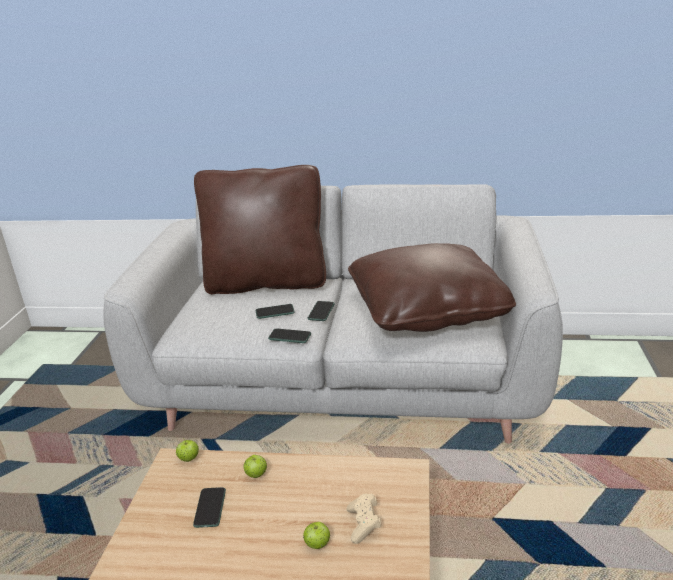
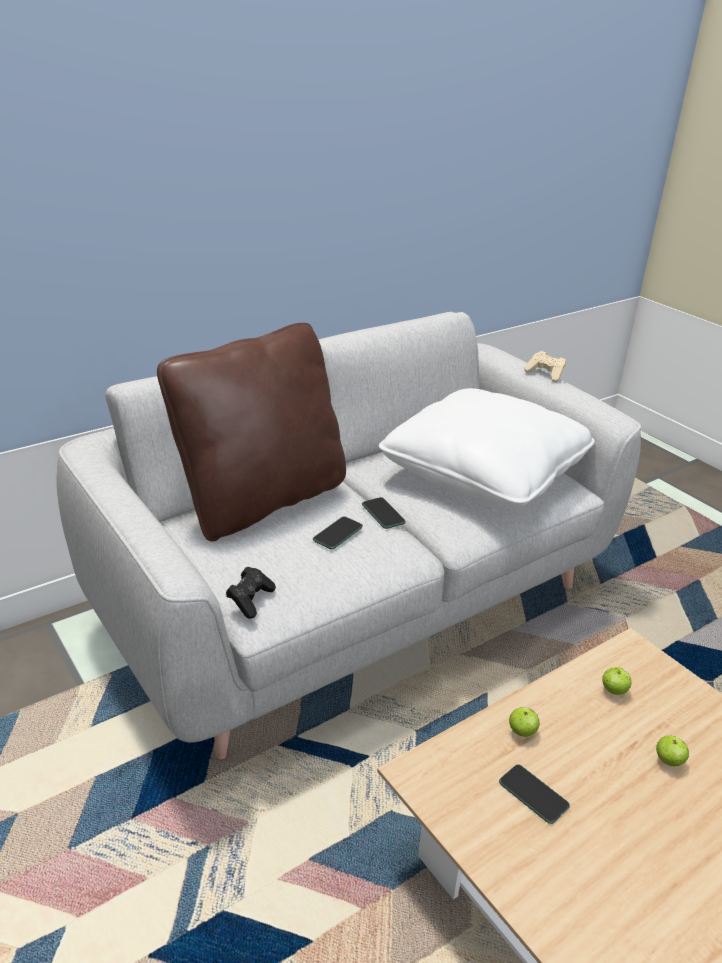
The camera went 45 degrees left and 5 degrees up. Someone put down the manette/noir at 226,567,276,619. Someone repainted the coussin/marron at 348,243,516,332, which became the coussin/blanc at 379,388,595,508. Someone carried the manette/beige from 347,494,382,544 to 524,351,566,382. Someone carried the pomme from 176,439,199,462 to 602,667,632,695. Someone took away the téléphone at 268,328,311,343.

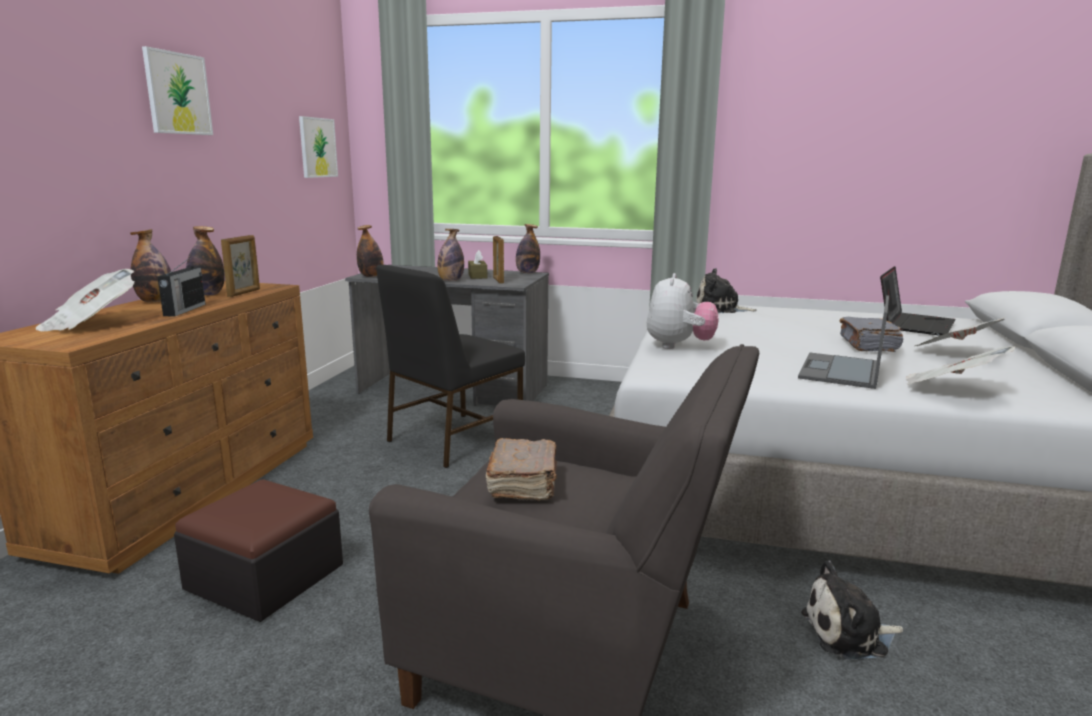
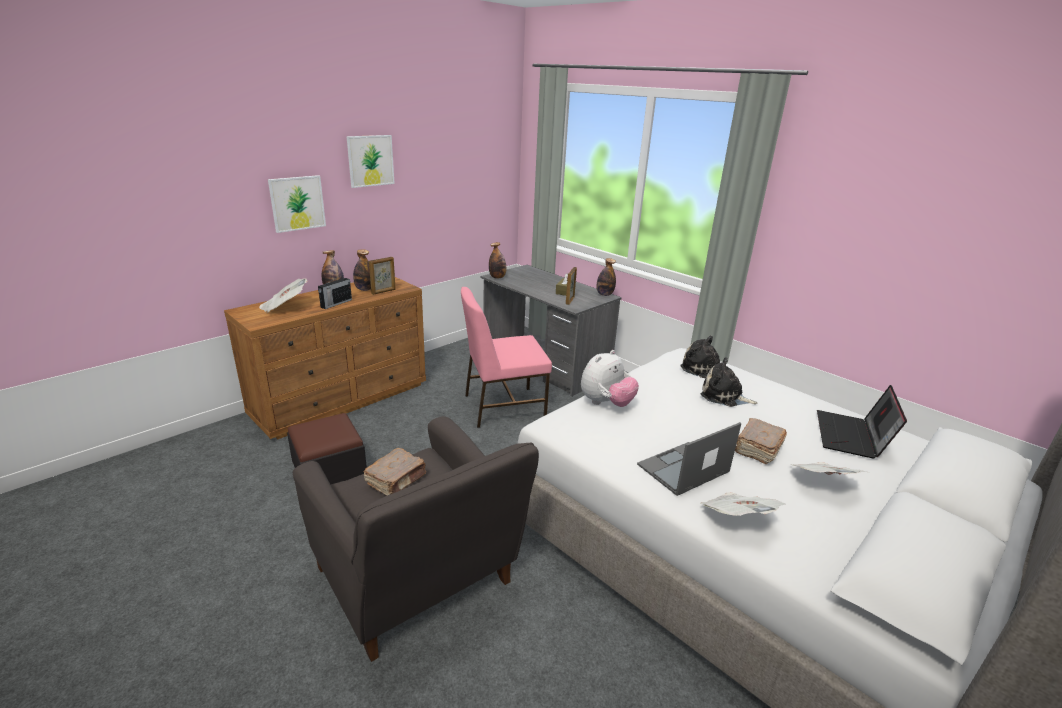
The camera went 30 degrees right and 10 degrees up. Someone carried the tableau from 299,116,338,178 to 268,175,326,233. Someone repainted the chaise/noir at 376,265,525,468, which became the chaise/rose at 461,287,552,428. Someone carried the peluche from 801,561,903,659 to 701,357,758,407. Someone repainted the livre/gris at 840,317,904,352, which became the livre/marron at 735,418,787,464. Someone rotated the ordinateur portable at 880,266,955,336 by 135 degrees clockwise. Someone took away the bouteille at 437,229,464,281.

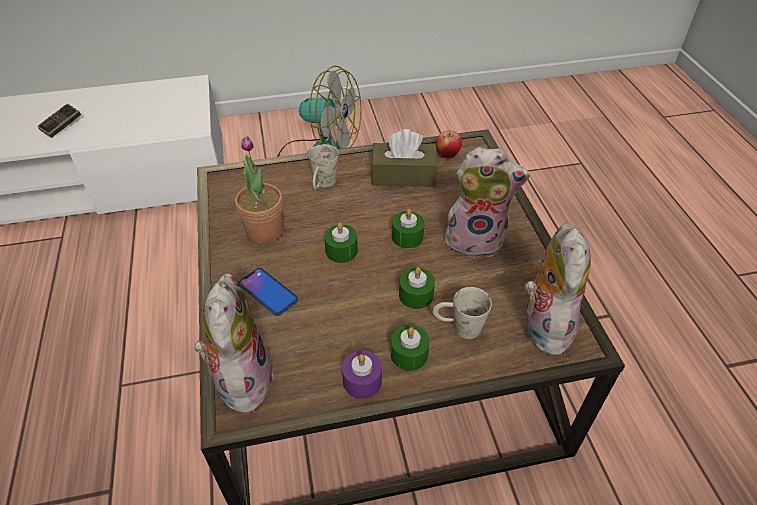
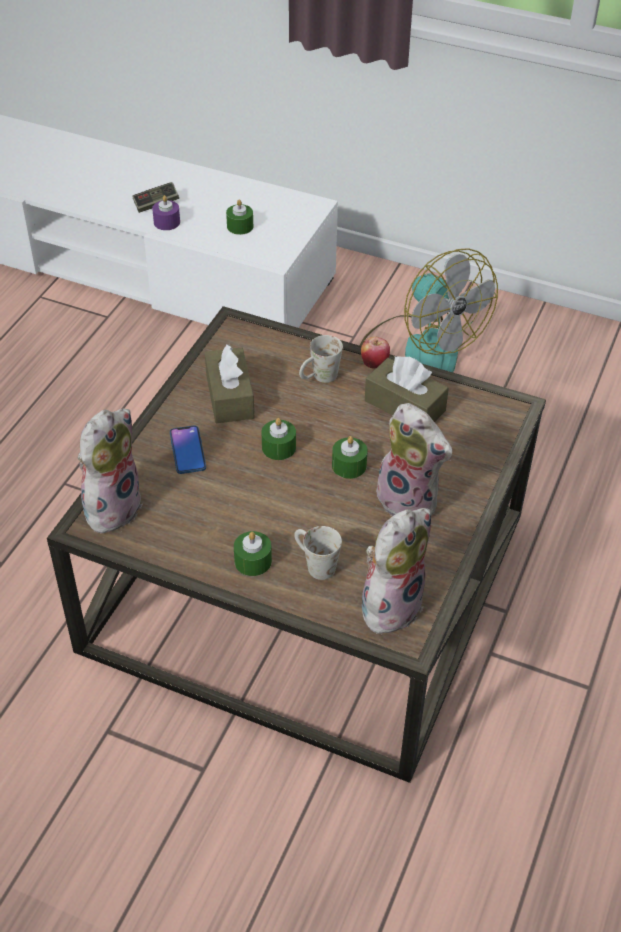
The camera went 35 degrees right and 0 degrees up. Someone carried the bougie/violet from 342,351,382,399 to 152,195,180,230. Someone swapped the plante en pot at 235,136,283,244 for the boîte à mouchoirs/marron at 205,344,254,423. Someone carried the bougie/vert from 399,267,435,309 to 226,200,253,235. Someone carried the pomme from 436,131,462,158 to 361,337,390,369.

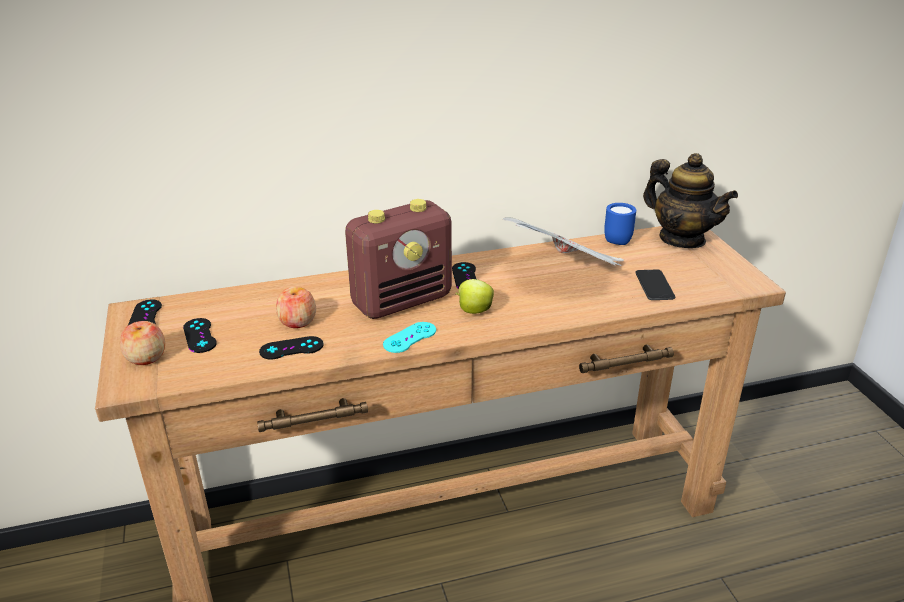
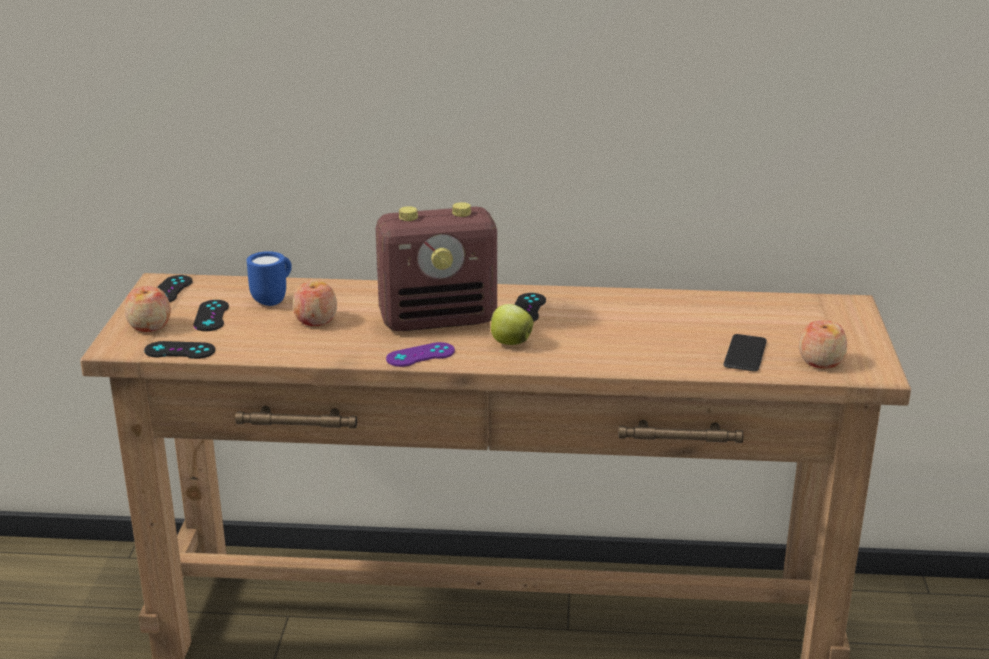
The camera went 20 degrees right and 5 degrees down. Someone carried the manette/noir from 259,336,323,360 to 144,341,215,359. Someone carried the mug/bleu from 604,203,636,245 to 247,251,292,306. Someone repainted the manette/turquoise at 383,322,436,353, which became the manette/violet at 386,342,455,367. Someone put down the pomme at 799,320,847,369. Someone took away the journal at 503,217,624,266. Someone took away the théière at 643,153,738,248.

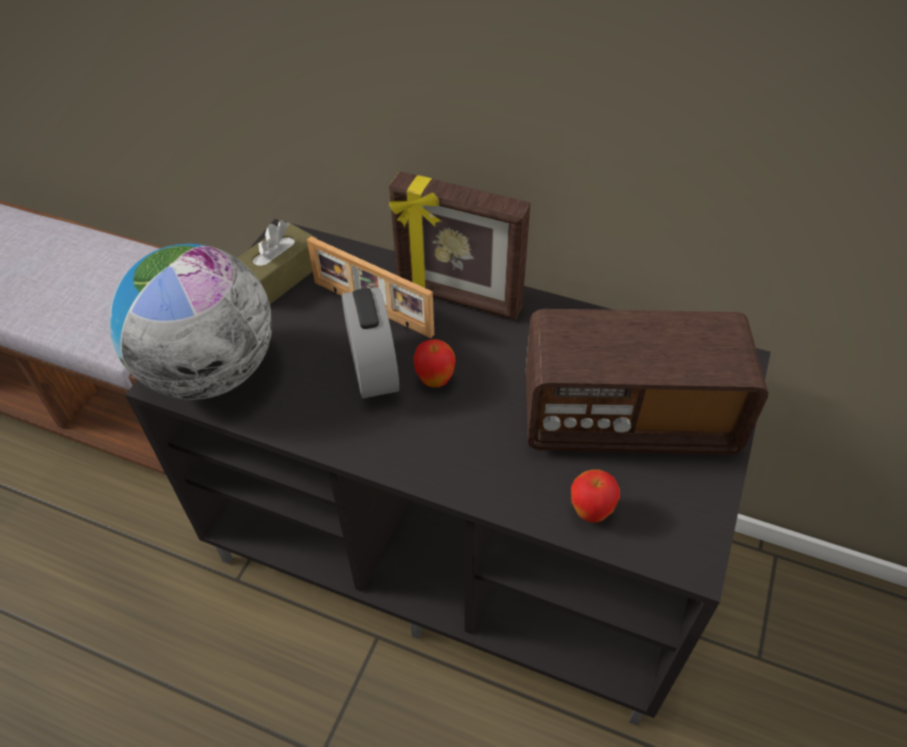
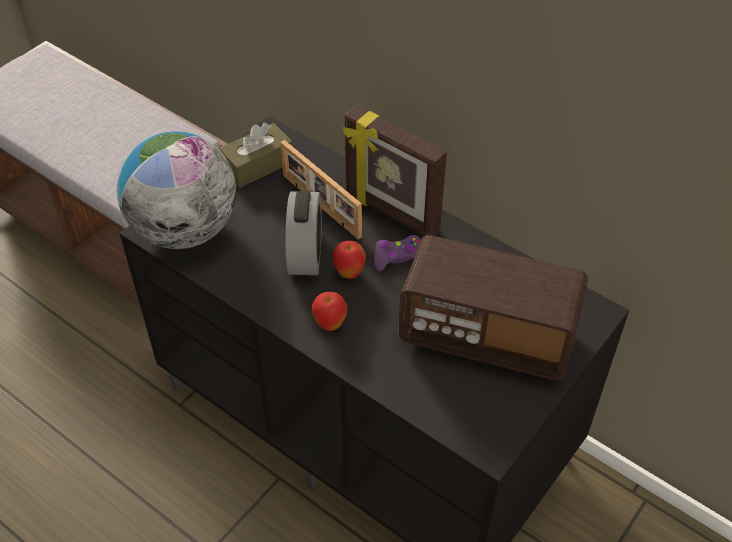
The camera went 15 degrees right and 0 degrees up. Someone carried the pomme from 571,470,620,523 to 312,292,347,331. Someone put down the manette/violet at 374,235,421,271.

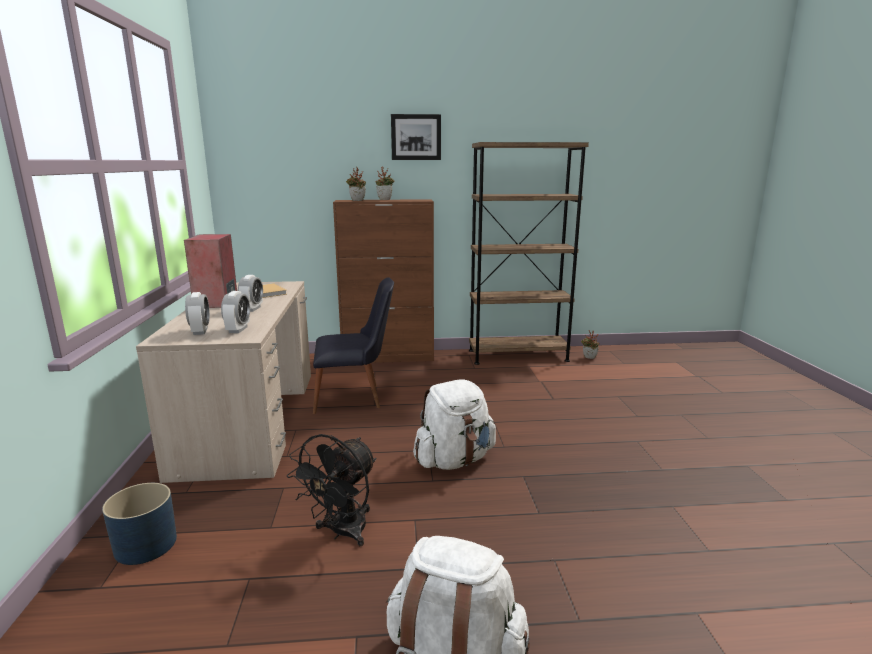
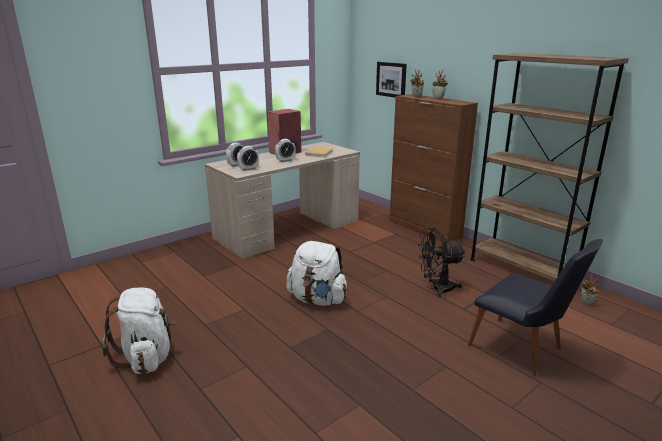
The camera went 55 degrees right and 5 degrees up. Someone carried the tableau from 391,114,441,160 to 376,62,407,98. Someone carried the ventilateur/noir from 287,434,376,546 to 418,228,465,297. Someone carried the chaise/noir from 313,277,394,414 to 468,239,603,377. Someone took away the cache-pot/bleu at 102,483,177,565.

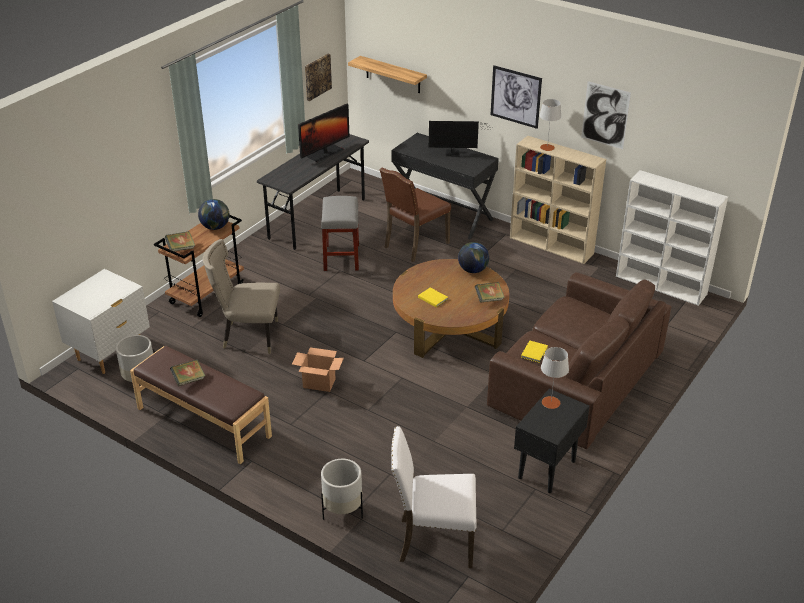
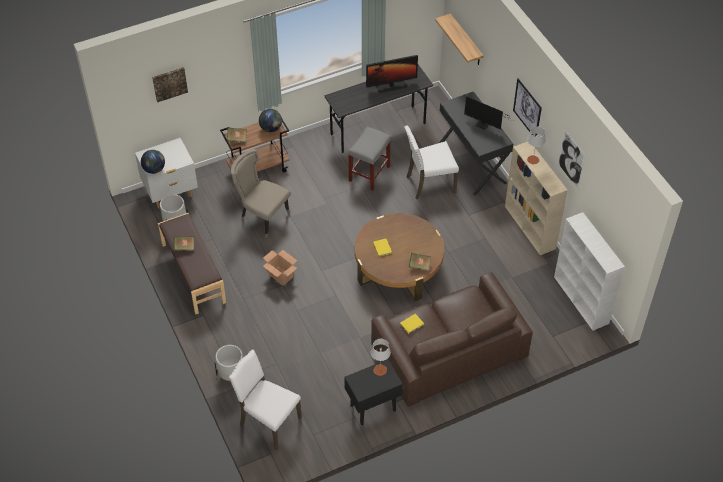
The camera went 30 degrees right and 15 degrees up. Someone carried the globe from 458,242,489,273 to 141,150,165,174. Someone carried the tableau from 305,54,332,101 to 152,67,188,102. Someone repainted the chaise/marron at 380,167,451,262, which became the chaise/blanc at 404,126,459,199.

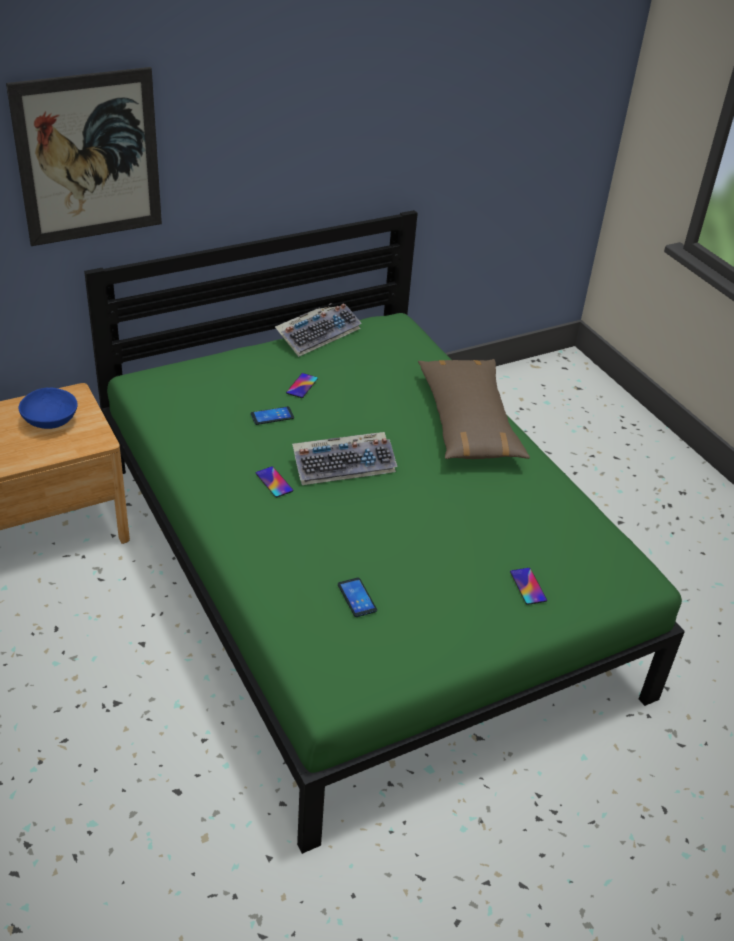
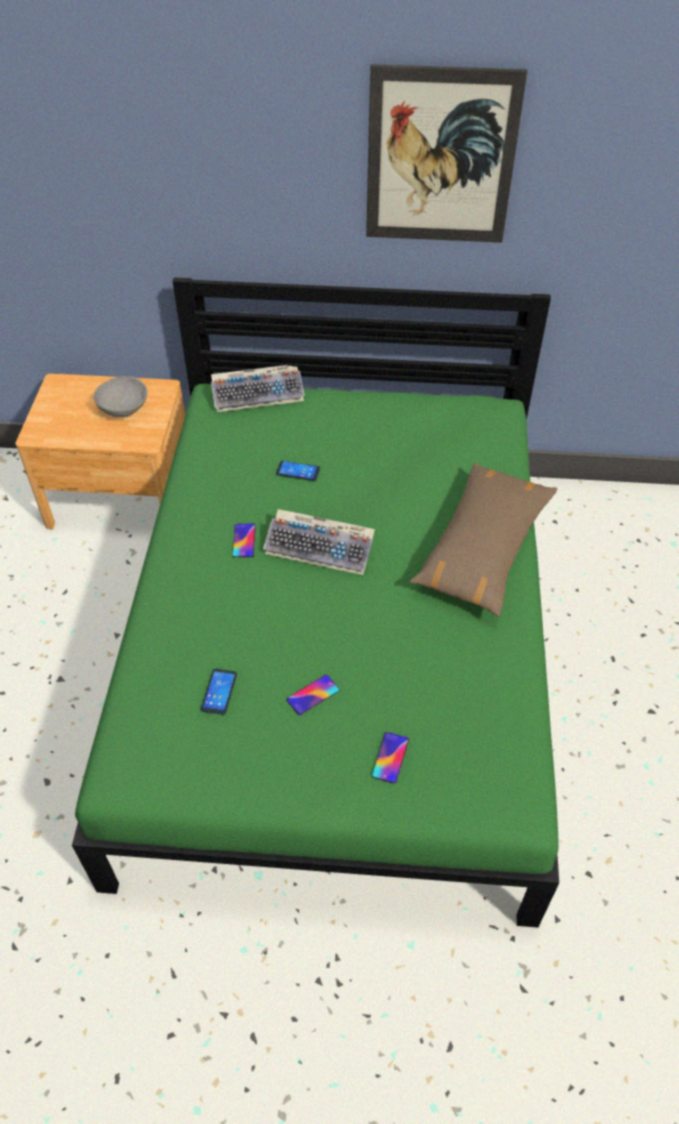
The camera went 35 degrees right and 10 degrees up. Someone repainted the bol/bleu at 19,388,78,429, which became the bol/gris at 94,376,148,417. Someone carried the clavier from 275,303,362,357 to 211,365,305,412. Someone carried the téléphone from 286,373,318,398 to 286,674,340,715. Someone carried the tableau from 6,67,162,246 to 366,64,528,243.

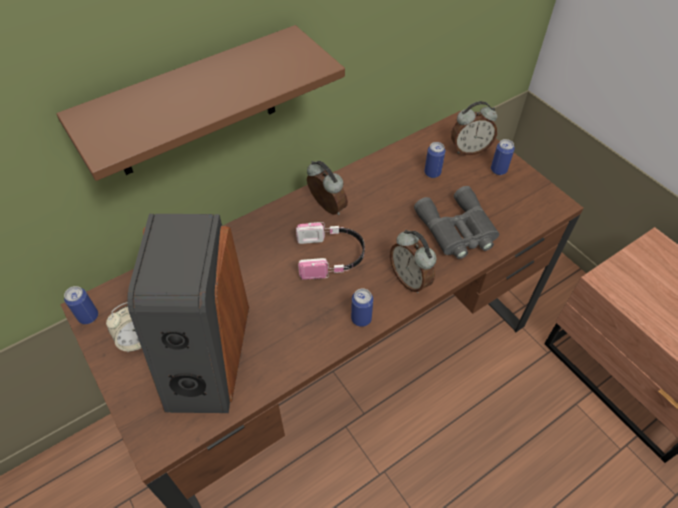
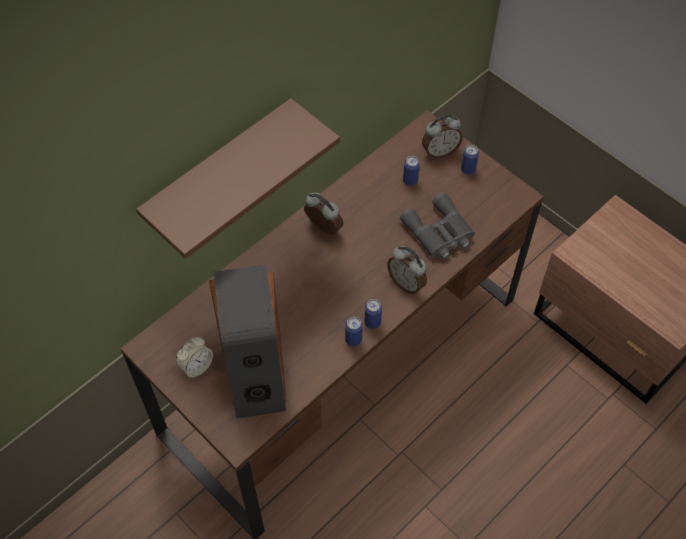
The camera went 10 degrees left and 5 degrees up. Someone carried the boîte métallique from 64,286,98,324 to 345,317,363,346. Someone took away the casque audio at 296,222,365,280.

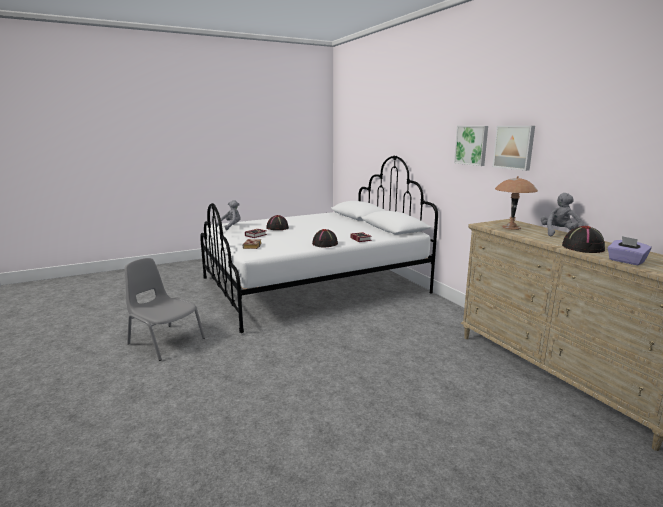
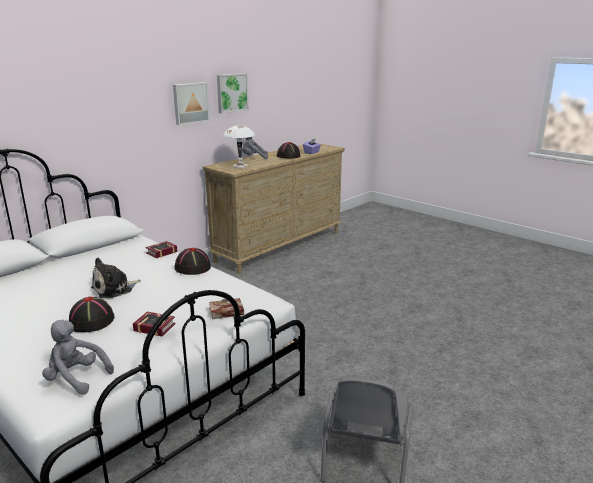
The camera went 110 degrees left and 5 degrees up. Someone put down the peluche at 91,257,141,298. Someone carried the tableau from 454,126,488,166 to 217,73,249,113. Someone repainted the lampe de table/marron at 495,176,538,230, which became the lampe de table/blanc at 223,124,255,168.

